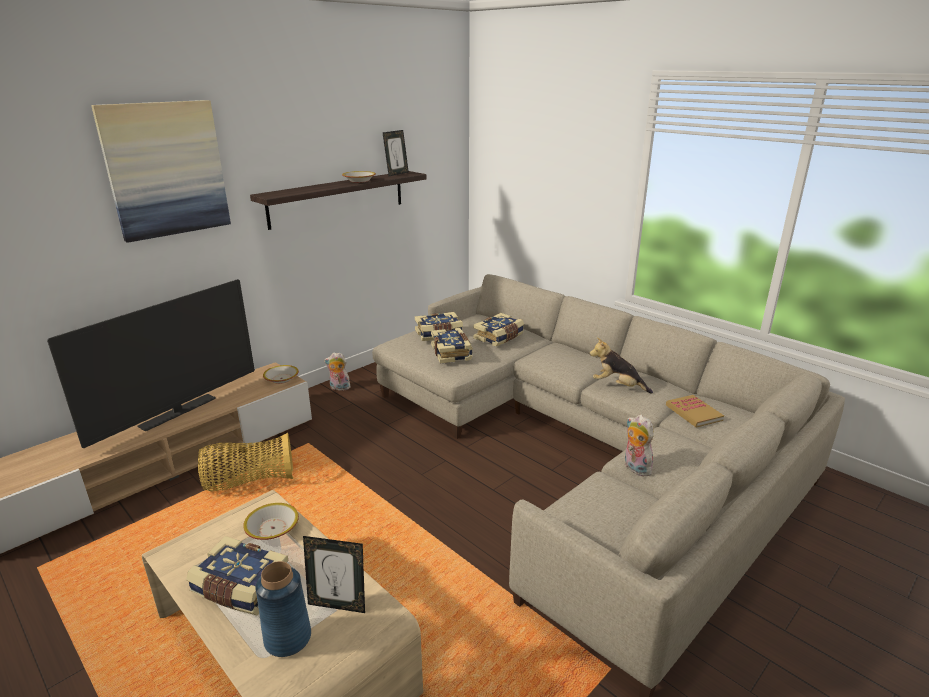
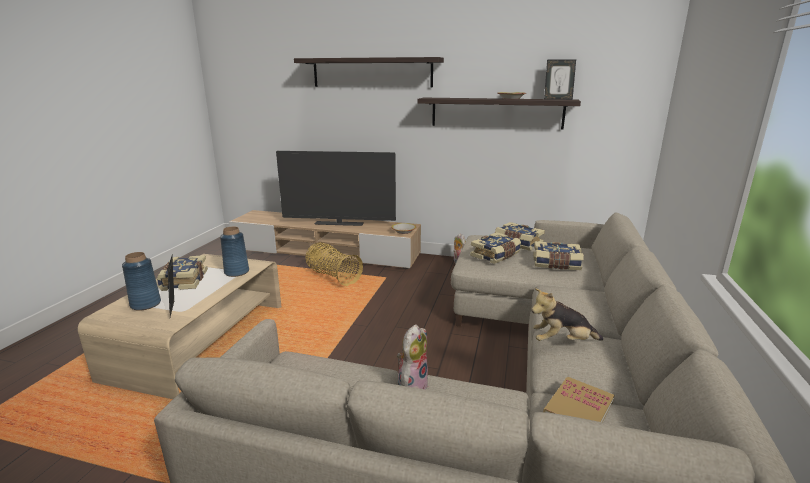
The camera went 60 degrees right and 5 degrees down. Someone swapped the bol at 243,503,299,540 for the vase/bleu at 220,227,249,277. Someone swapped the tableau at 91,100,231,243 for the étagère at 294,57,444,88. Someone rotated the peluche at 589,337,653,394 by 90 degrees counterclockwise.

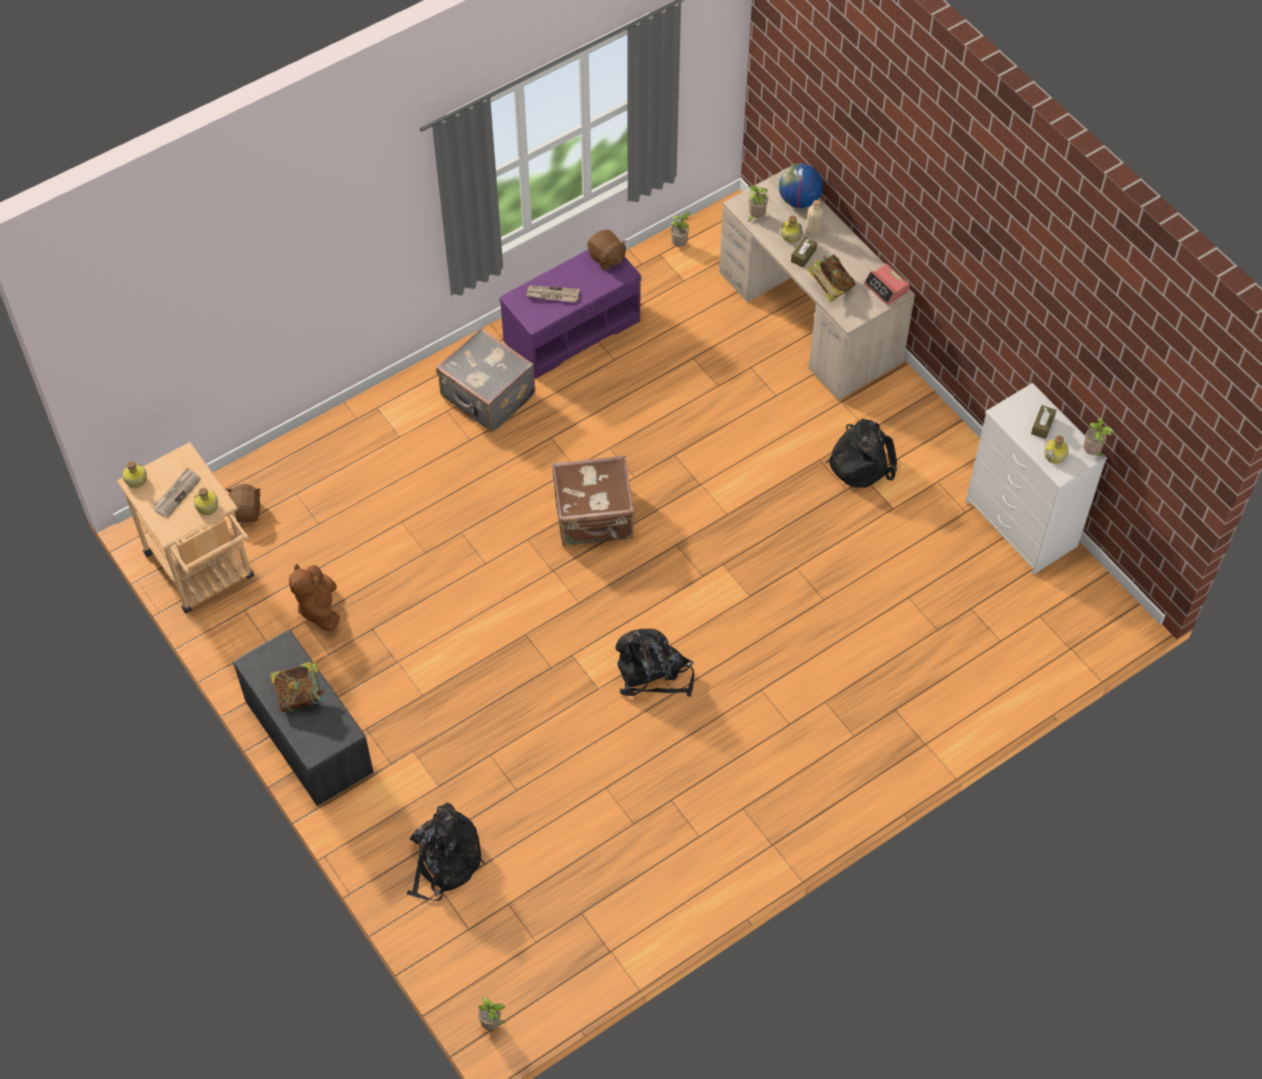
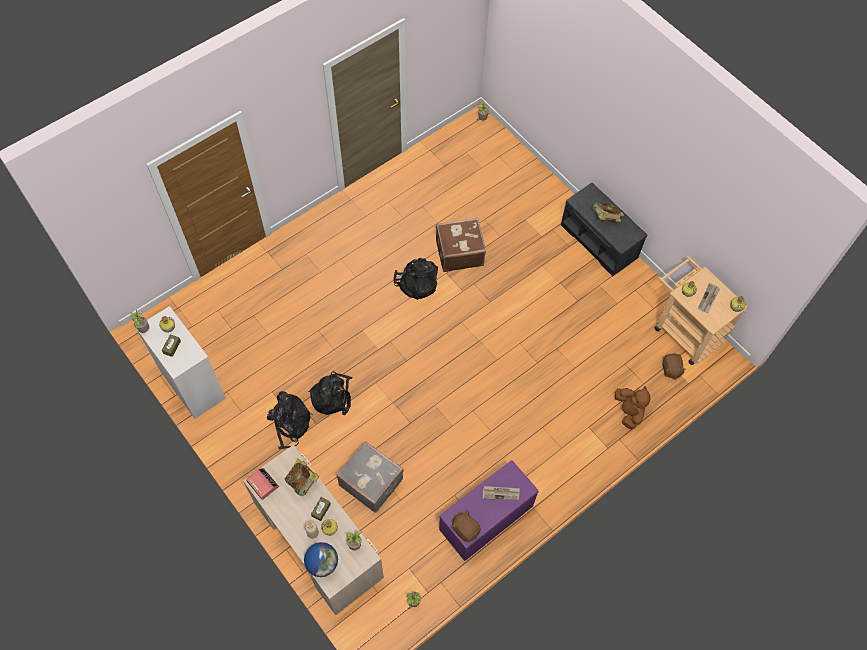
The camera went 175 degrees right and 5 degrees up. Someone carried the sac à dos/noir from 407,803,485,901 to 308,371,352,415. Someone carried the valise/gris from 436,328,535,432 to 337,441,404,513. Someone carried the valise/marron from 552,455,634,546 to 436,218,486,272. Someone carried the peluche/marron from 289,564,340,631 to 615,386,650,429.

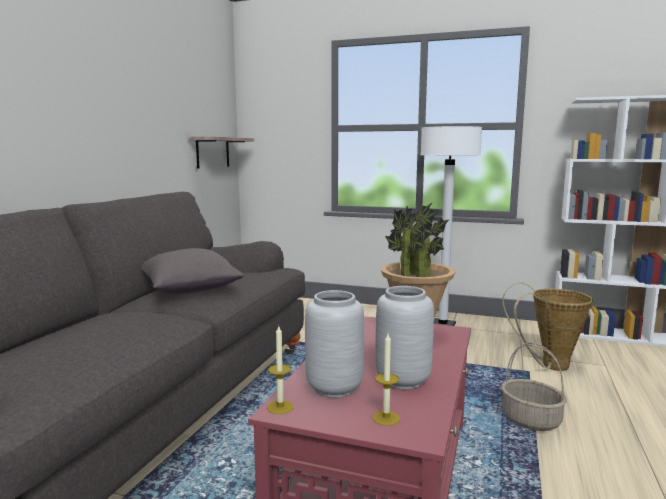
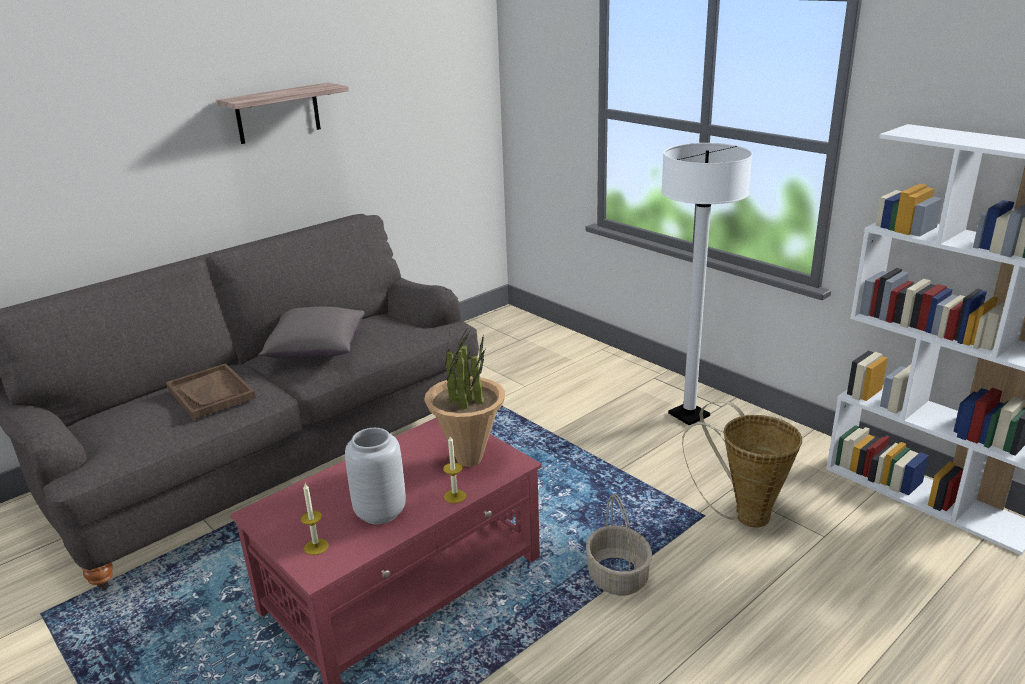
The camera went 30 degrees right and 15 degrees up. Someone put down the plateau/marron at 166,363,256,420. Someone carried the étagère from 189,136,254,169 to 216,83,349,144. Someone carried the bougie from 267,326,294,414 to 443,436,466,503. Someone took away the vase/gris at 305,290,364,398.

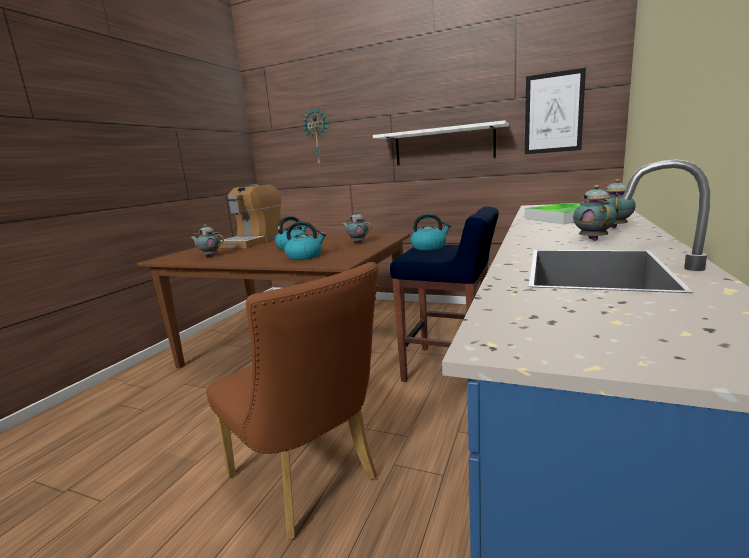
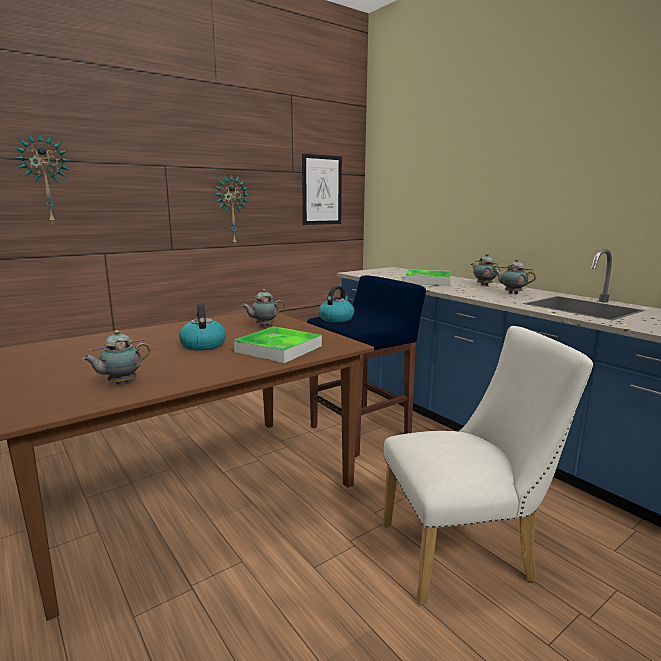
The camera went 60 degrees left and 0 degrees up. Someone swapped the étagère/blanc at 373,120,509,165 for the horloge murale at 214,174,249,246. Someone swapped the bouilloire at 284,221,326,260 for the plateau at 234,326,322,363. Someone repainted the chaise/marron at 206,262,379,540, which became the chaise/blanc at 383,326,594,605. Someone took away the machine à café at 219,184,284,248.

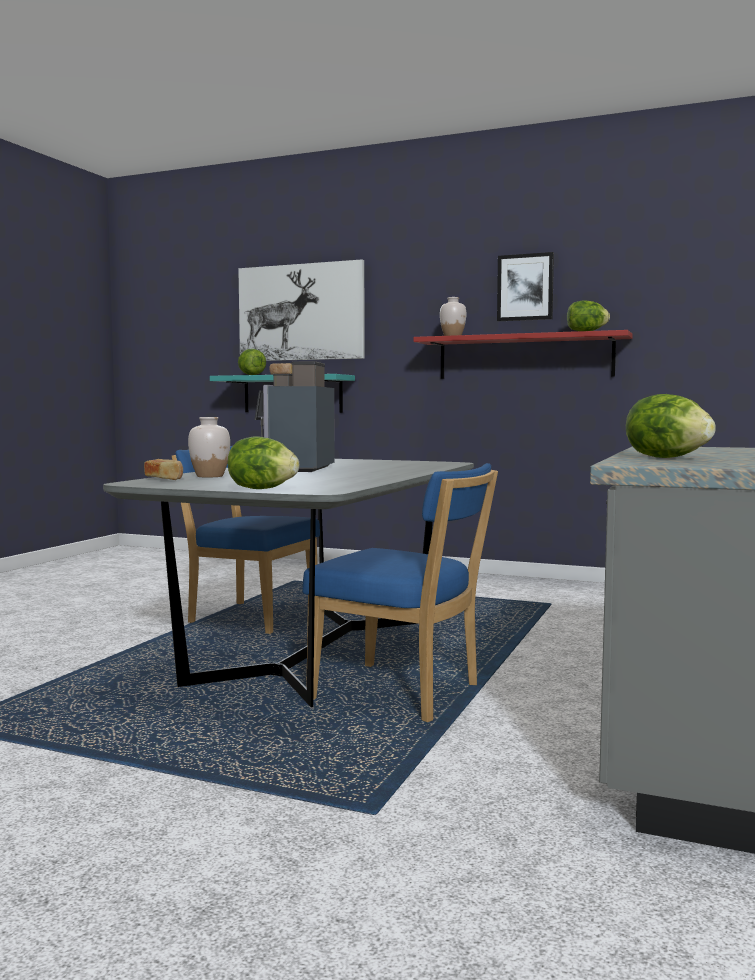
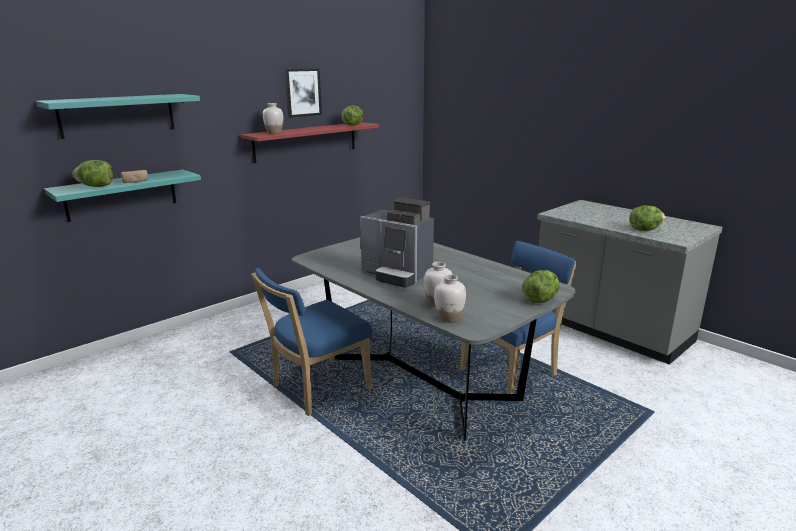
The camera went 65 degrees left and 15 degrees up. Someone swapped the tableau at 238,260,364,361 for the étagère/turquoise at 36,94,200,139. Someone swapped the pain at 144,459,183,480 for the vase/blanc at 434,274,466,323.

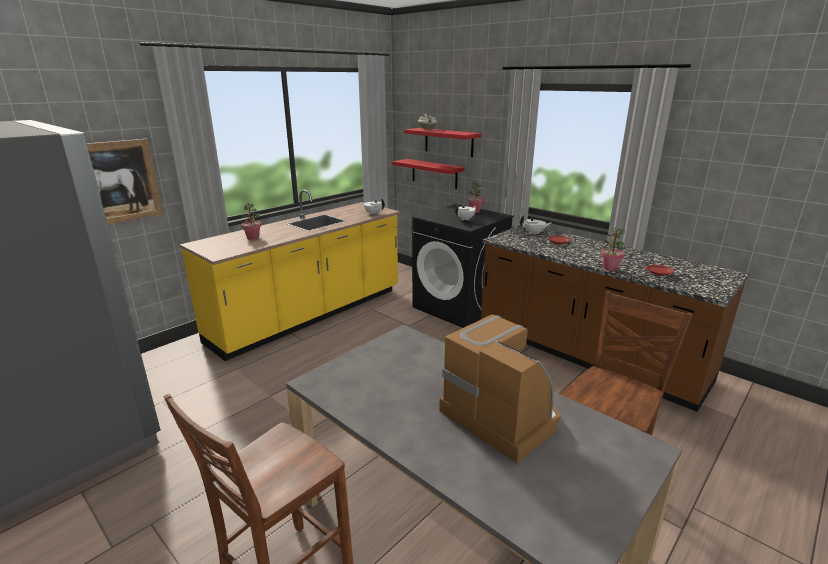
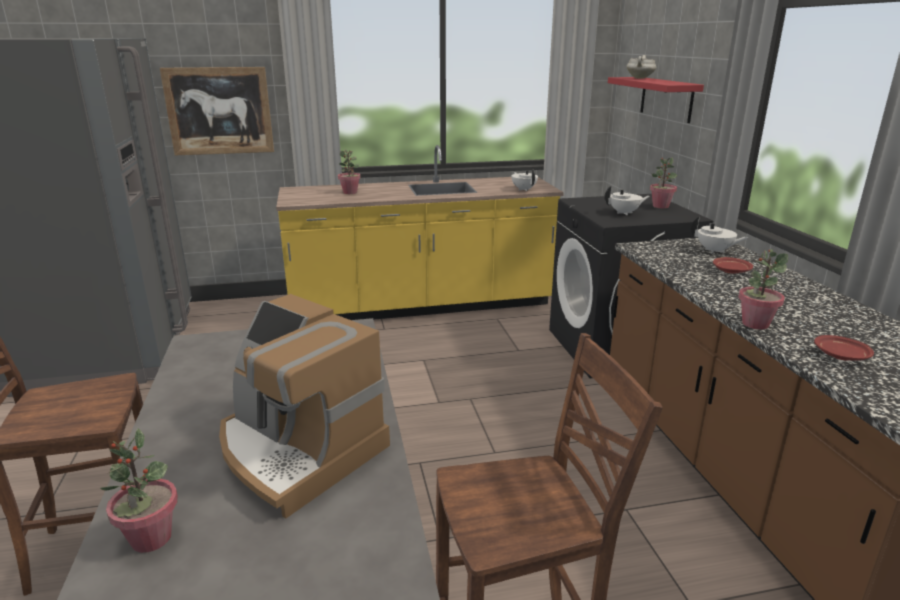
The camera went 35 degrees right and 0 degrees up. Someone put down the plante en pot at 100,429,178,553. Someone rotated the machine à café at 439,314,561,463 by 135 degrees clockwise. Someone took away the étagère/rouge at 392,159,465,189.

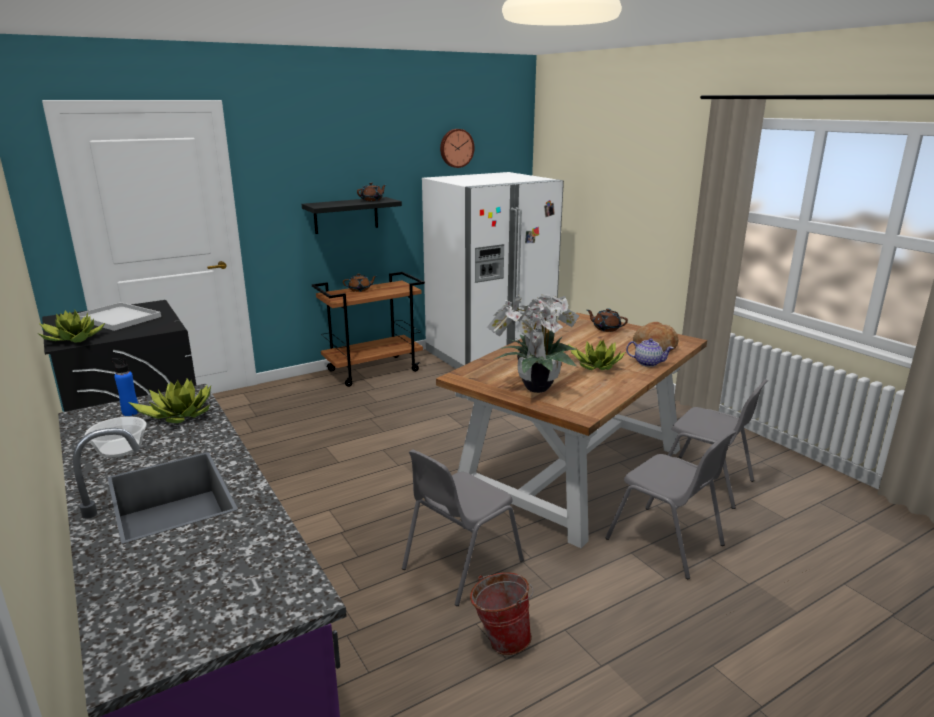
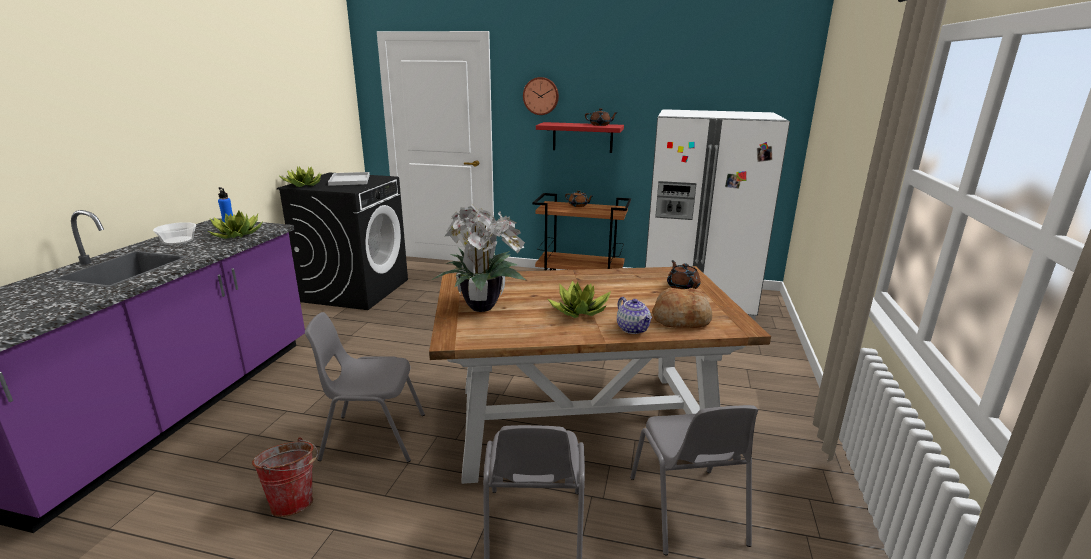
The camera went 45 degrees right and 0 degrees up. Someone carried the horloge murale from 440,129,475,168 to 523,77,559,115. Someone repainted the étagère/noir at 302,197,402,234, which became the étagère/rouge at 536,122,624,153.

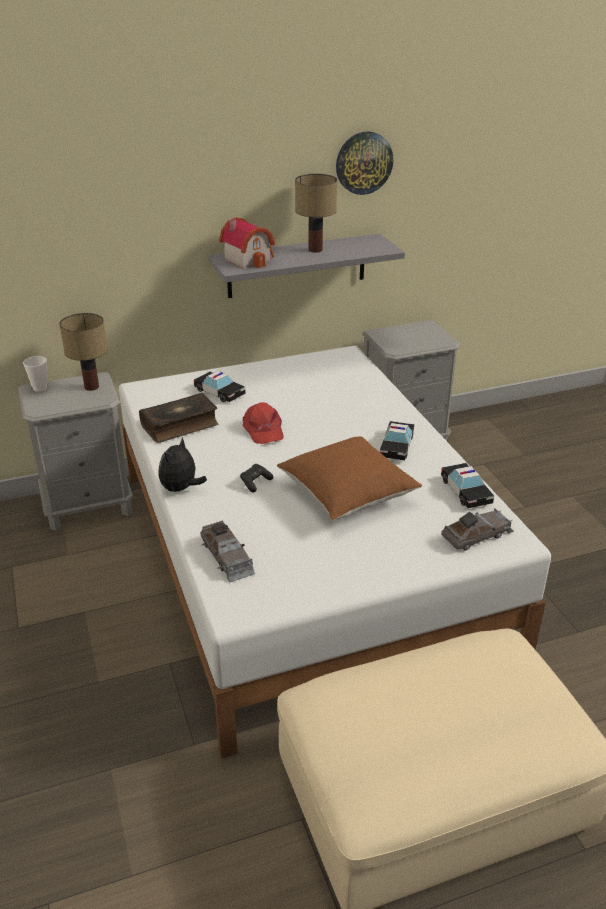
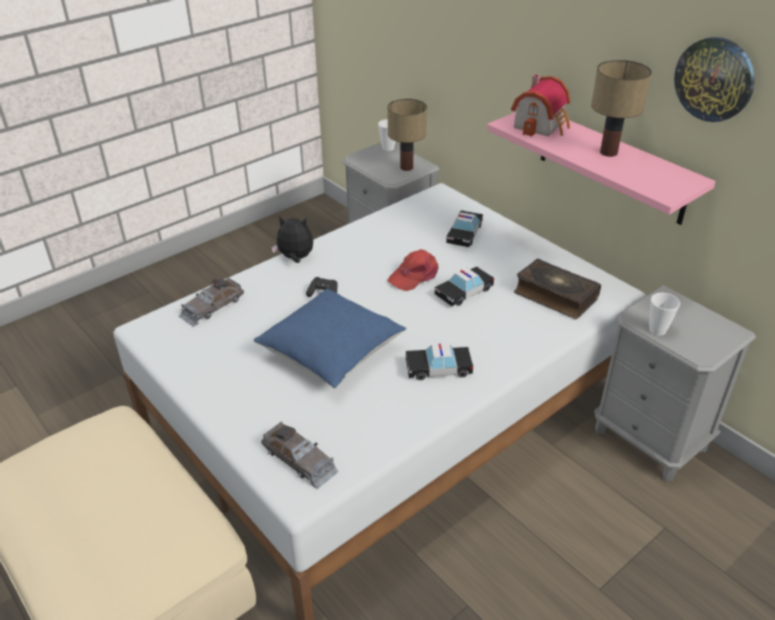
The camera went 70 degrees right and 5 degrees up. Someone repainted the coussin/marron at 277,437,422,520, which became the coussin/bleu at 254,288,407,388. Someone carried the petite voiture from 441,463,494,508 to 435,266,494,306. Someone repainted the étagère/gris at 208,234,405,298, which became the étagère/rose at 487,112,716,225. Someone carried the livre from 139,393,218,443 to 514,258,601,319. Someone put down the tasse at 649,293,680,336.

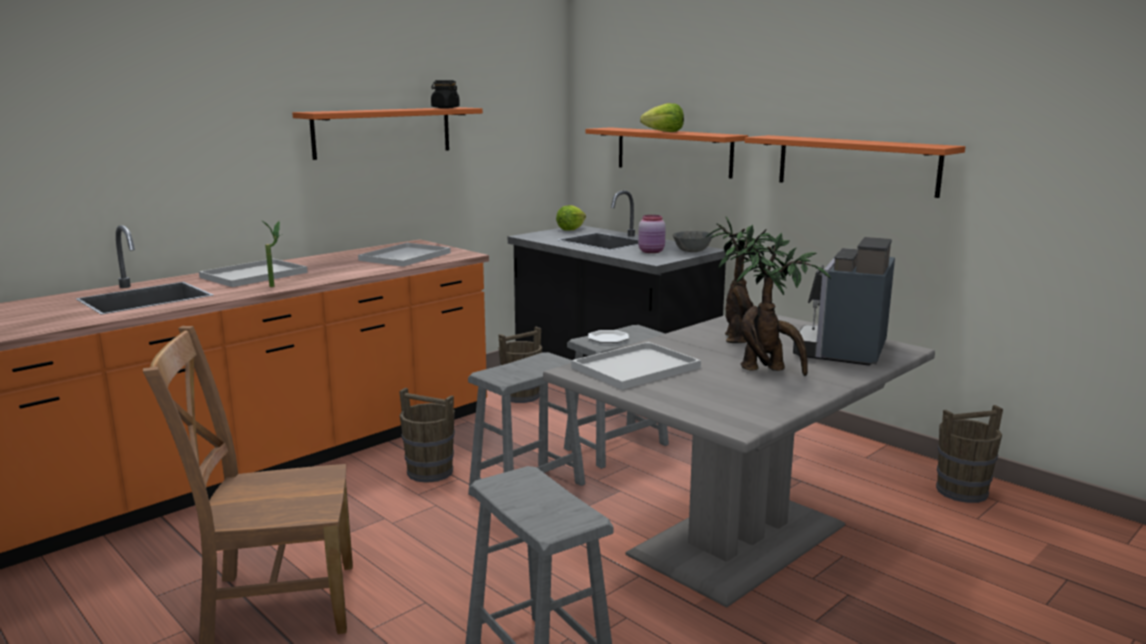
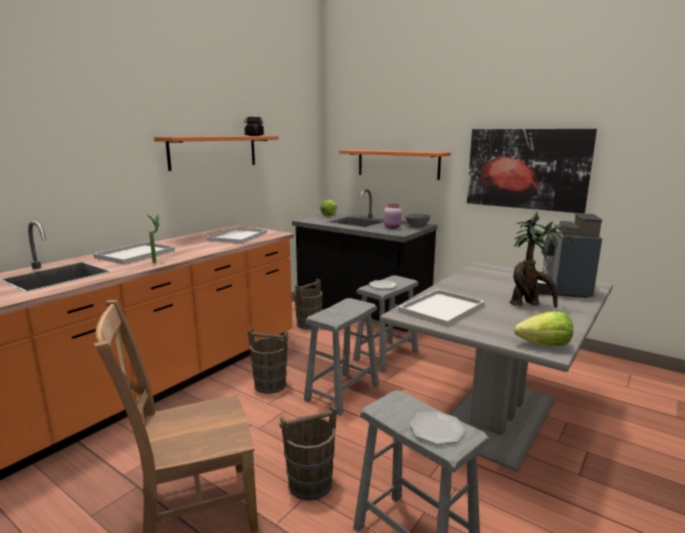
The camera went 10 degrees left and 0 degrees up. Someone carried the seau/marron from 936,405,1003,503 to 279,405,337,501. Someone put down the assiette at 409,411,466,445. Someone swapped the étagère/orange at 745,135,965,198 for the tableau at 467,129,597,213. Someone carried the laitue from 640,103,684,132 to 514,311,573,346. Someone took away the plante en pot at 706,217,776,343.

